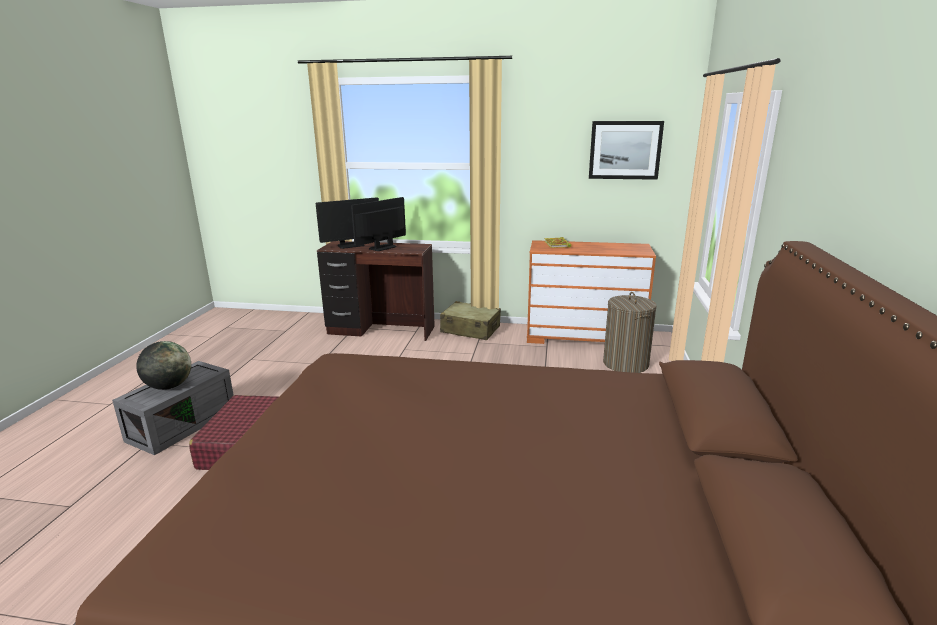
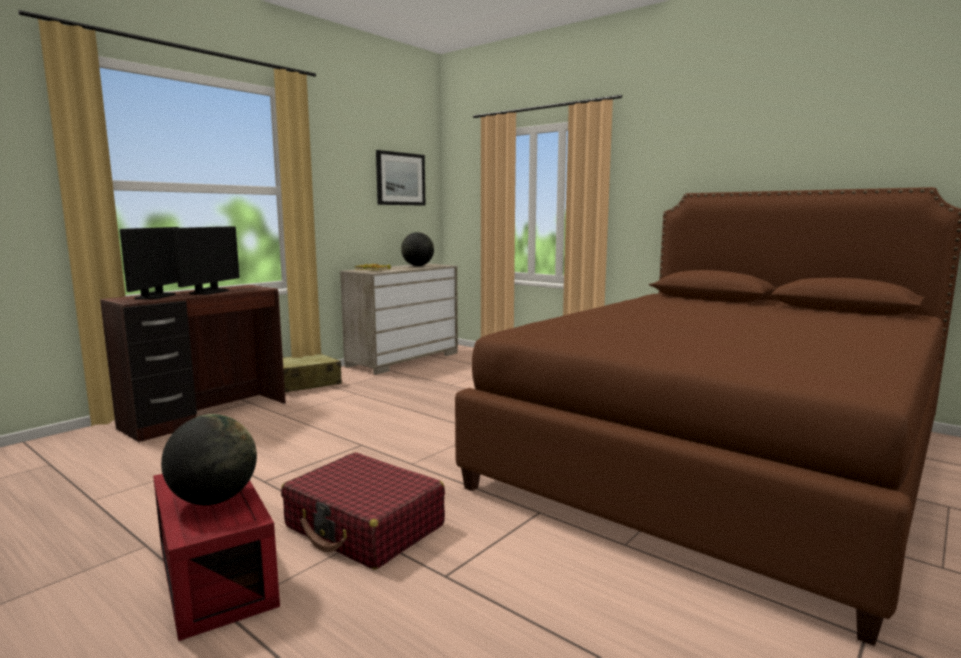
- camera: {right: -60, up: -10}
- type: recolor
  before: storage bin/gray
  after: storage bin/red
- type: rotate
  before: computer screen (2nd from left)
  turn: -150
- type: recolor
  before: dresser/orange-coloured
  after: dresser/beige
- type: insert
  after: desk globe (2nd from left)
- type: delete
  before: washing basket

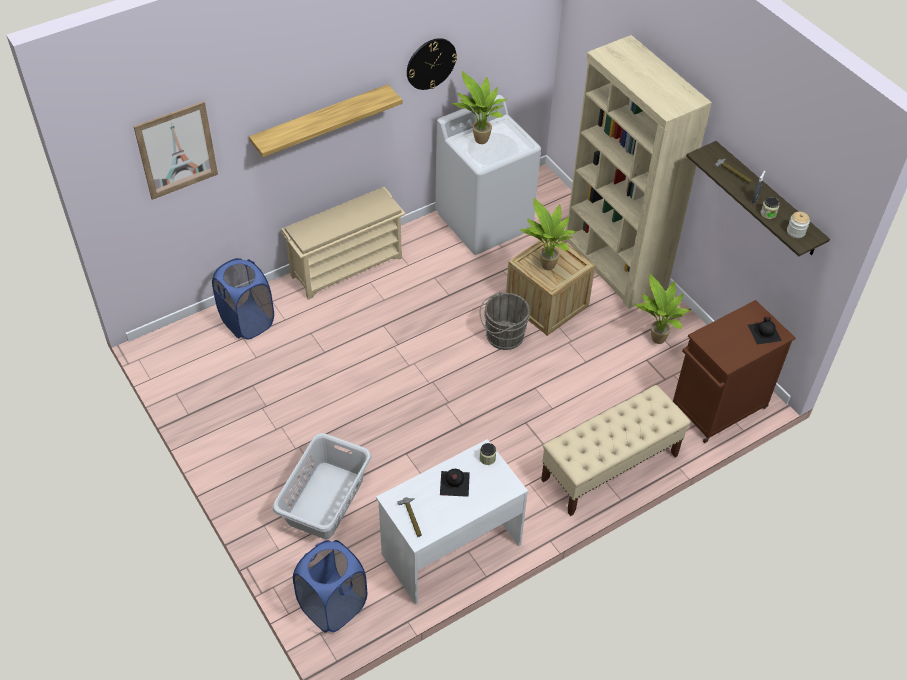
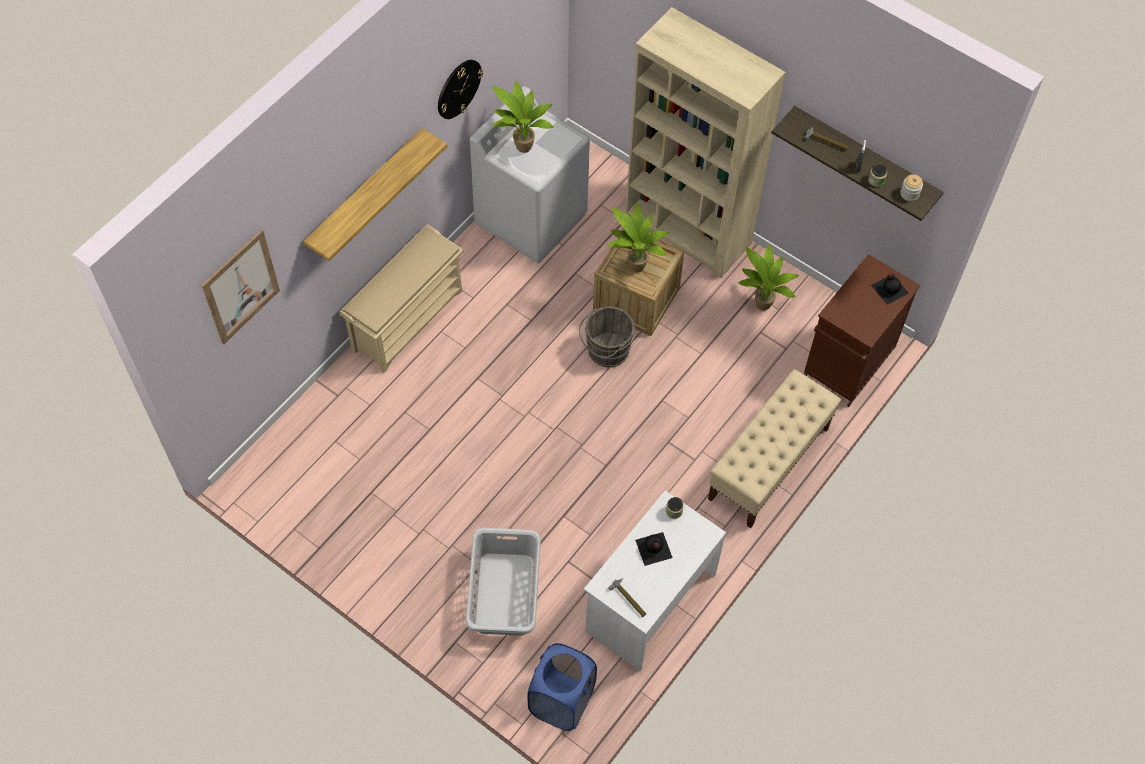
- camera: {right: -20, up: 10}
- type: delete
  before: washing basket/blue-coloured (1st from left)

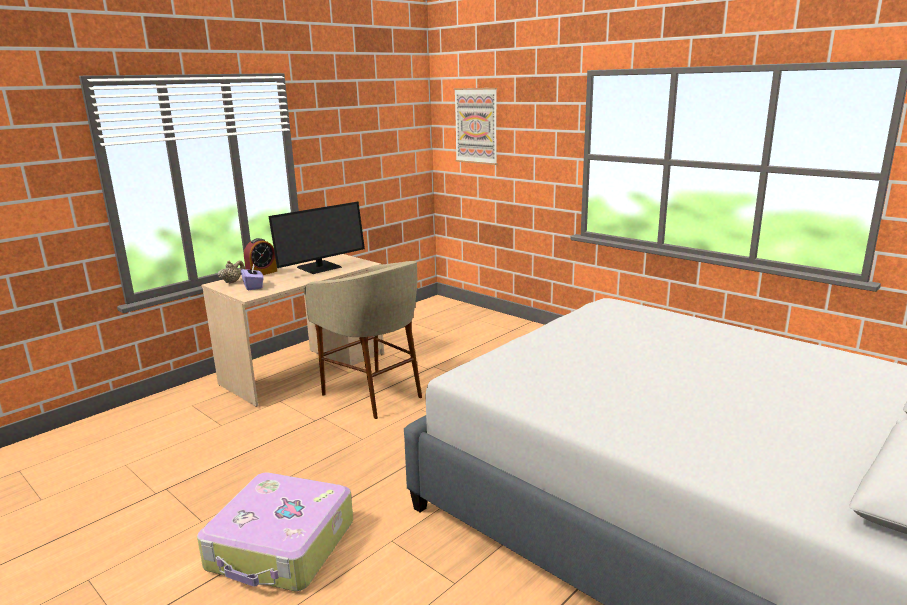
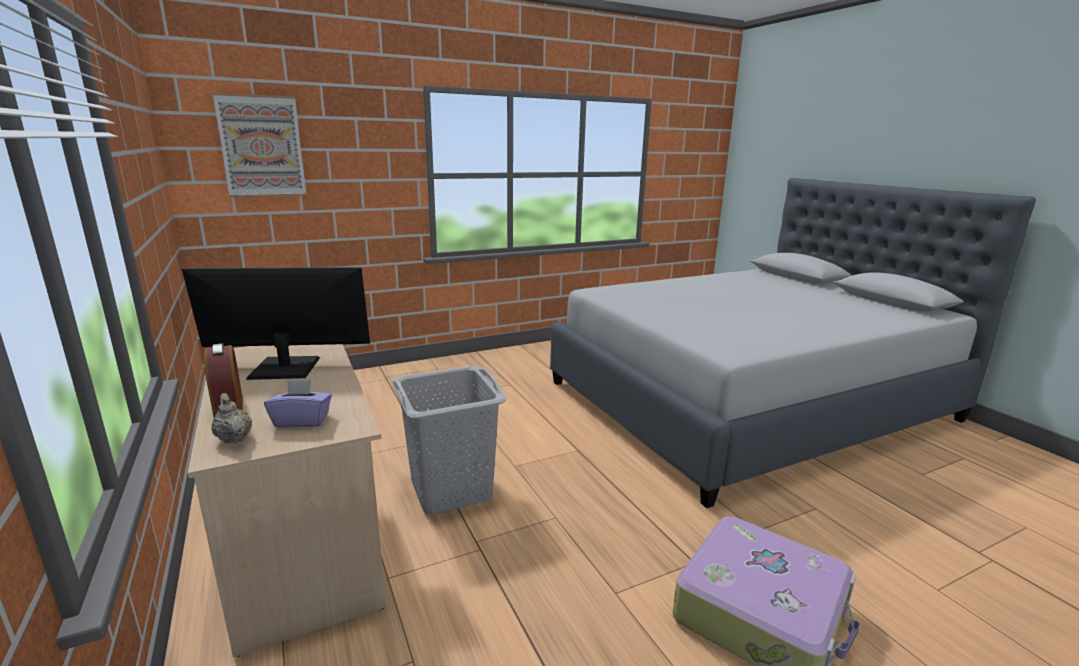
- camera: {right: -70, up: 0}
- type: rotate
  before: computer screen
  turn: -75
- type: replace
  before: stool/beige
  after: washing basket/gray

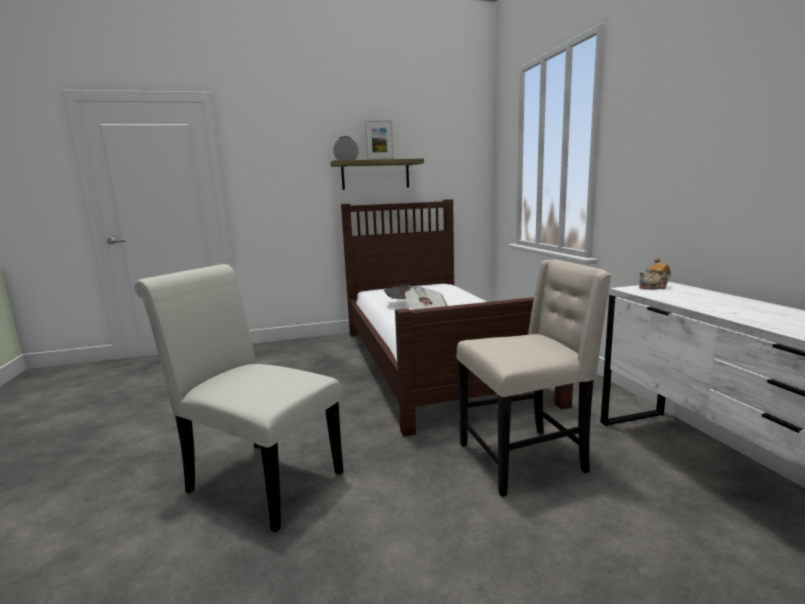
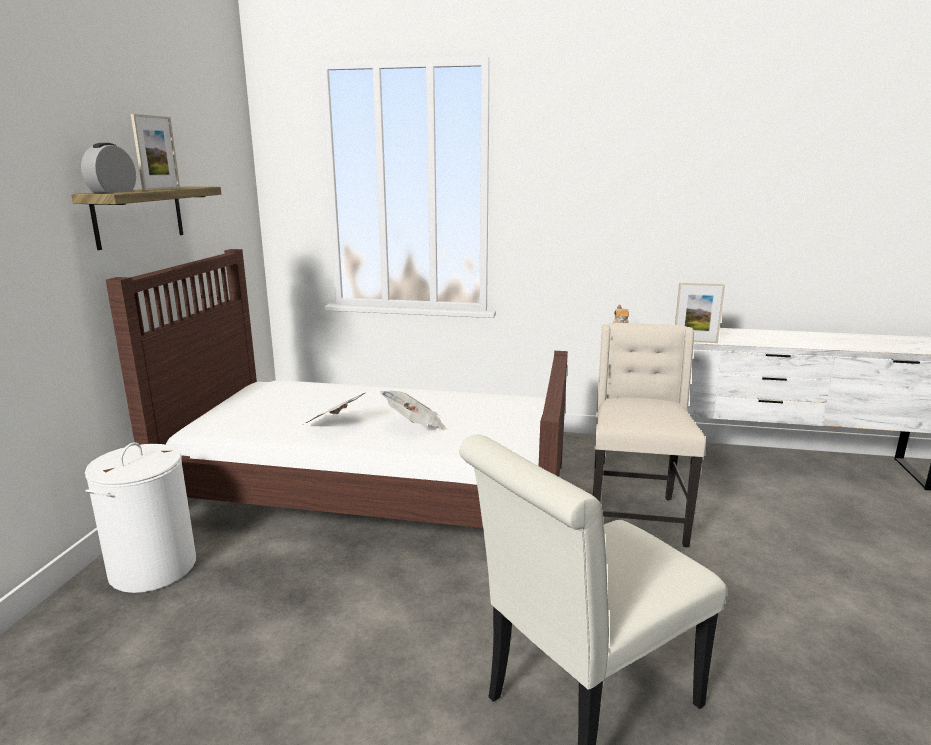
- camera: {right: -65, up: 5}
- type: insert
  after: washing basket/white
- type: insert
  after: standing frame (2nd from left)

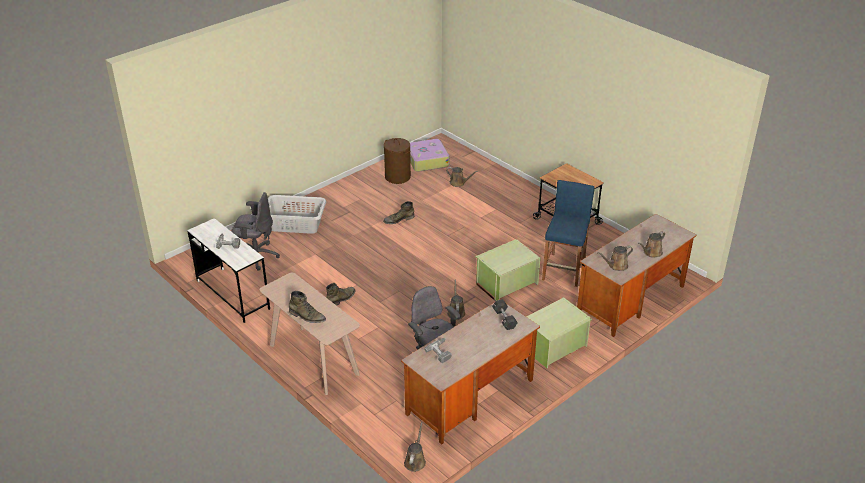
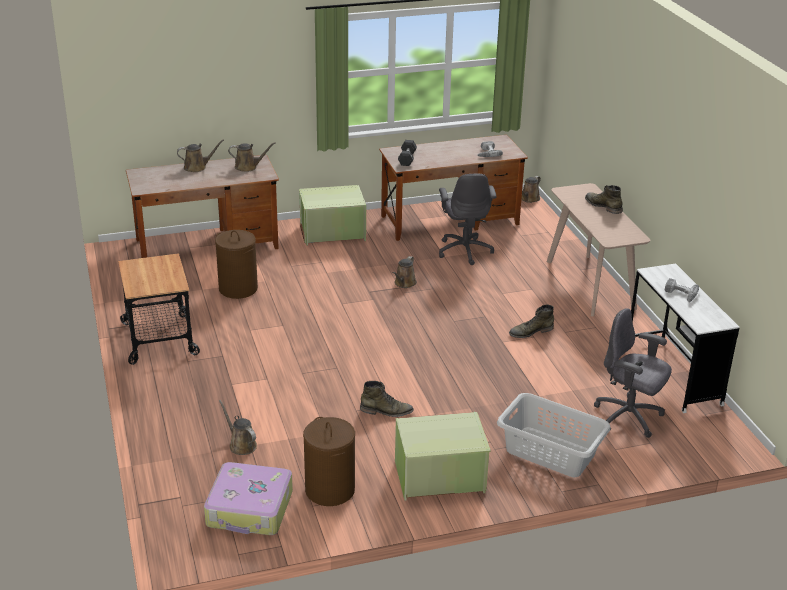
- camera: {right: -155, up: -5}
- type: replace
  before: stool/blue-coloured
  after: washing basket/brown-coloured (1st from left)
- type: move
  before: storage bin/green (1st from left in the first image)
  after: storage bin/green (2nd from left)

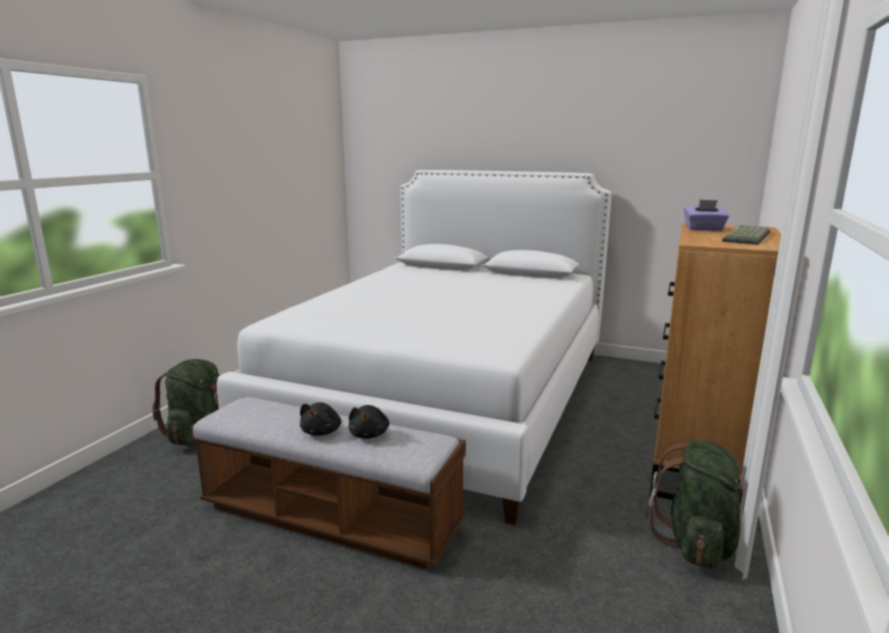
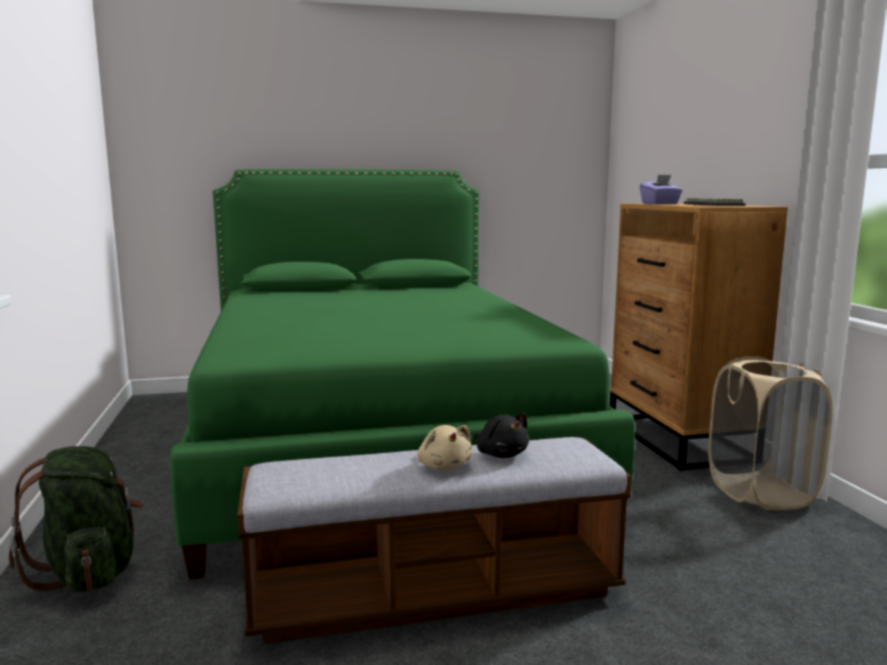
- camera: {right: -35, up: -5}
- type: recolor
  before: bedroom bed/white
  after: bedroom bed/green
- type: recolor
  before: cuddly toy/black (1st from left)
  after: cuddly toy/beige
- type: replace
  before: backpack/green (2nd from left)
  after: washing basket/beige

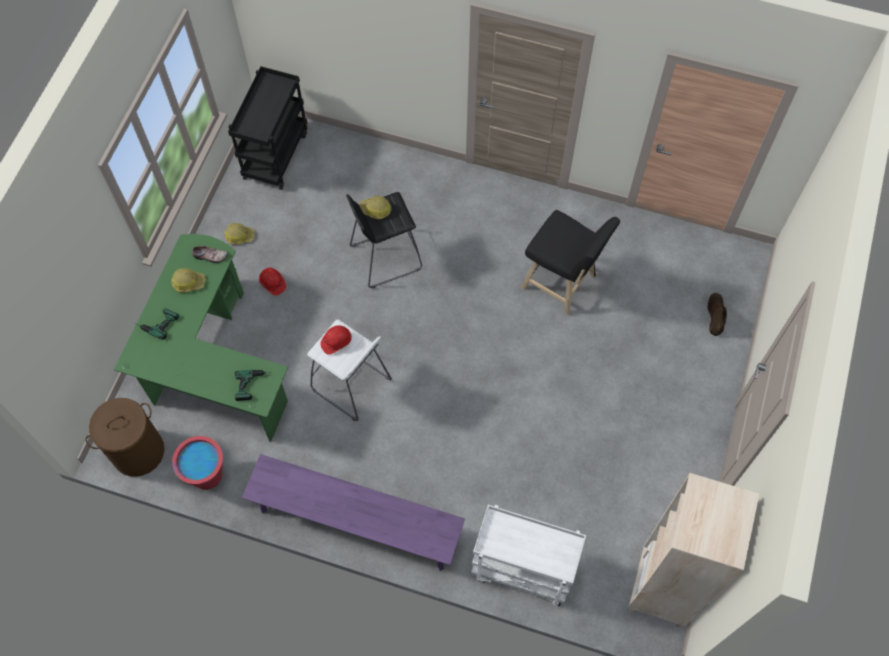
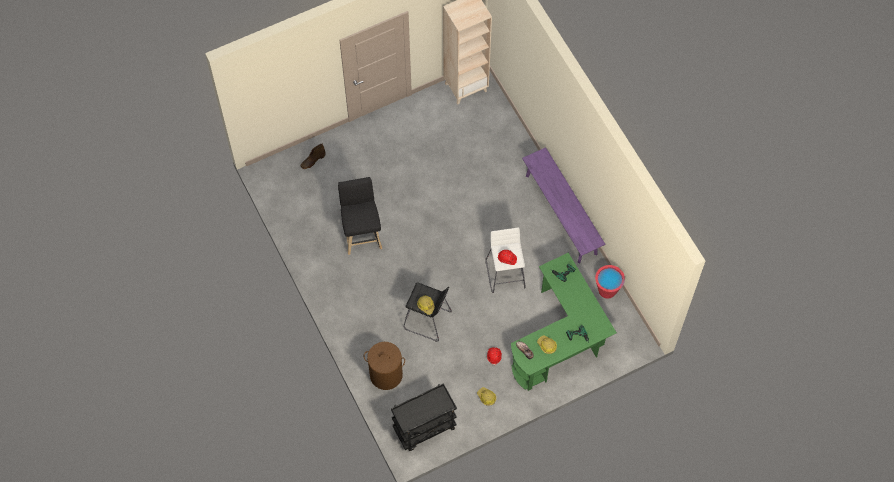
- camera: {right: -135, up: 0}
- type: move
  before: washing basket/brown-coloured
- type: delete
  before: trolley/white

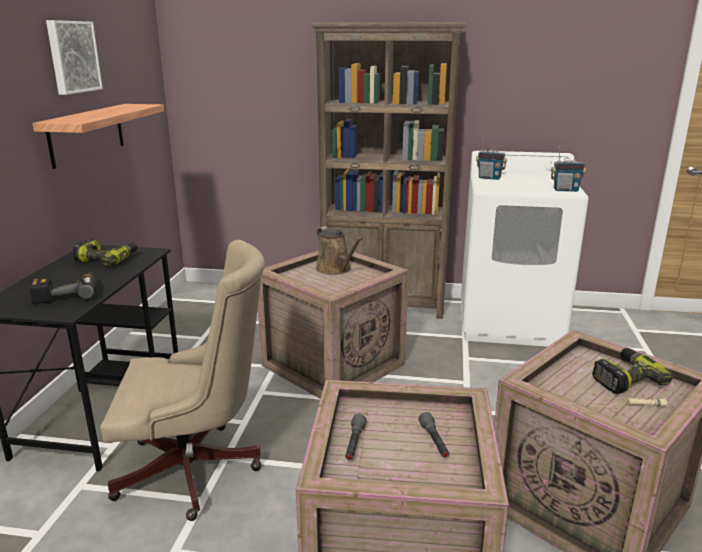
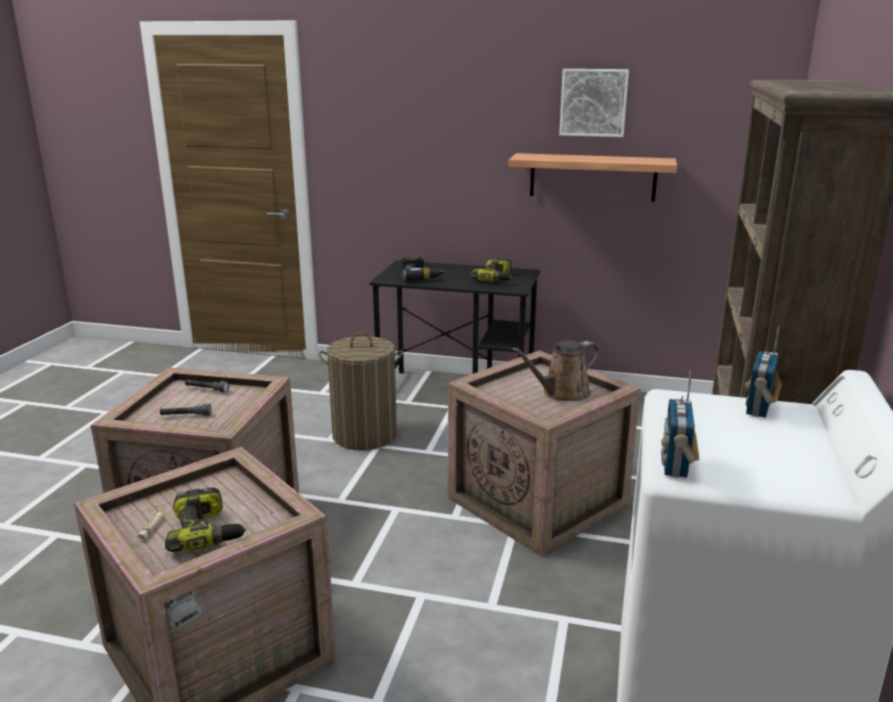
- camera: {right: 95, up: 0}
- type: replace
  before: computer chair/beige
  after: washing basket

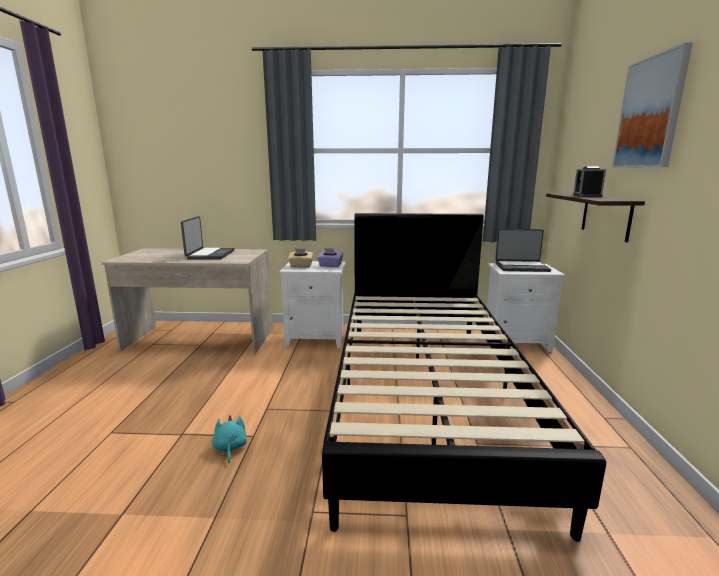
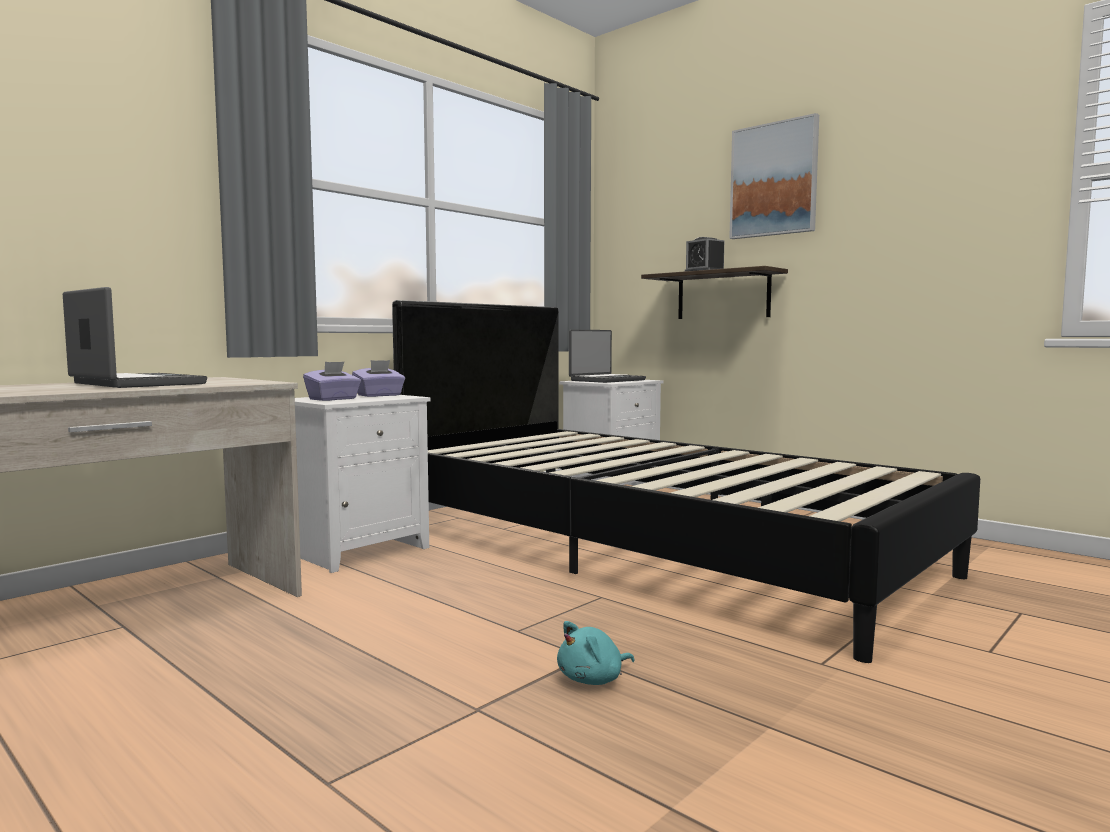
- camera: {right: -50, up: -10}
- type: recolor
  before: tissue box/beige
  after: tissue box/purple-coloured (1st from left)
- type: rotate
  before: cuddly toy/turquoise
  turn: -60

